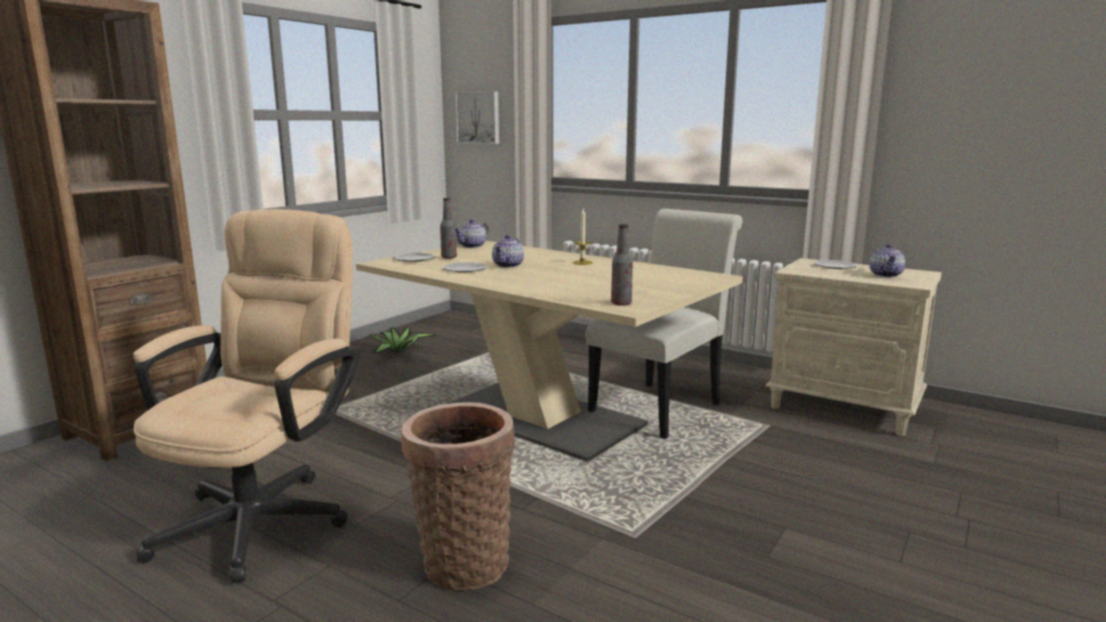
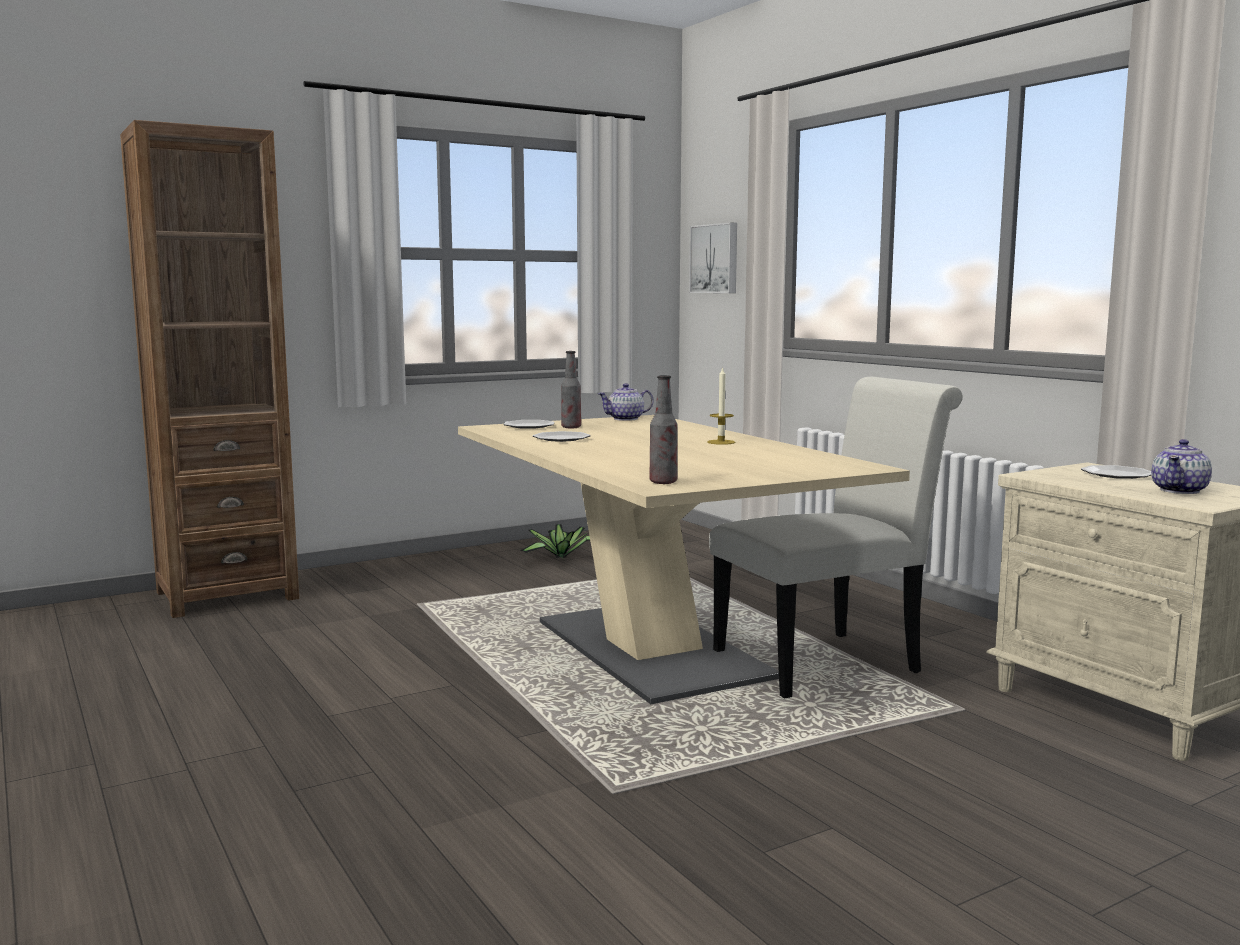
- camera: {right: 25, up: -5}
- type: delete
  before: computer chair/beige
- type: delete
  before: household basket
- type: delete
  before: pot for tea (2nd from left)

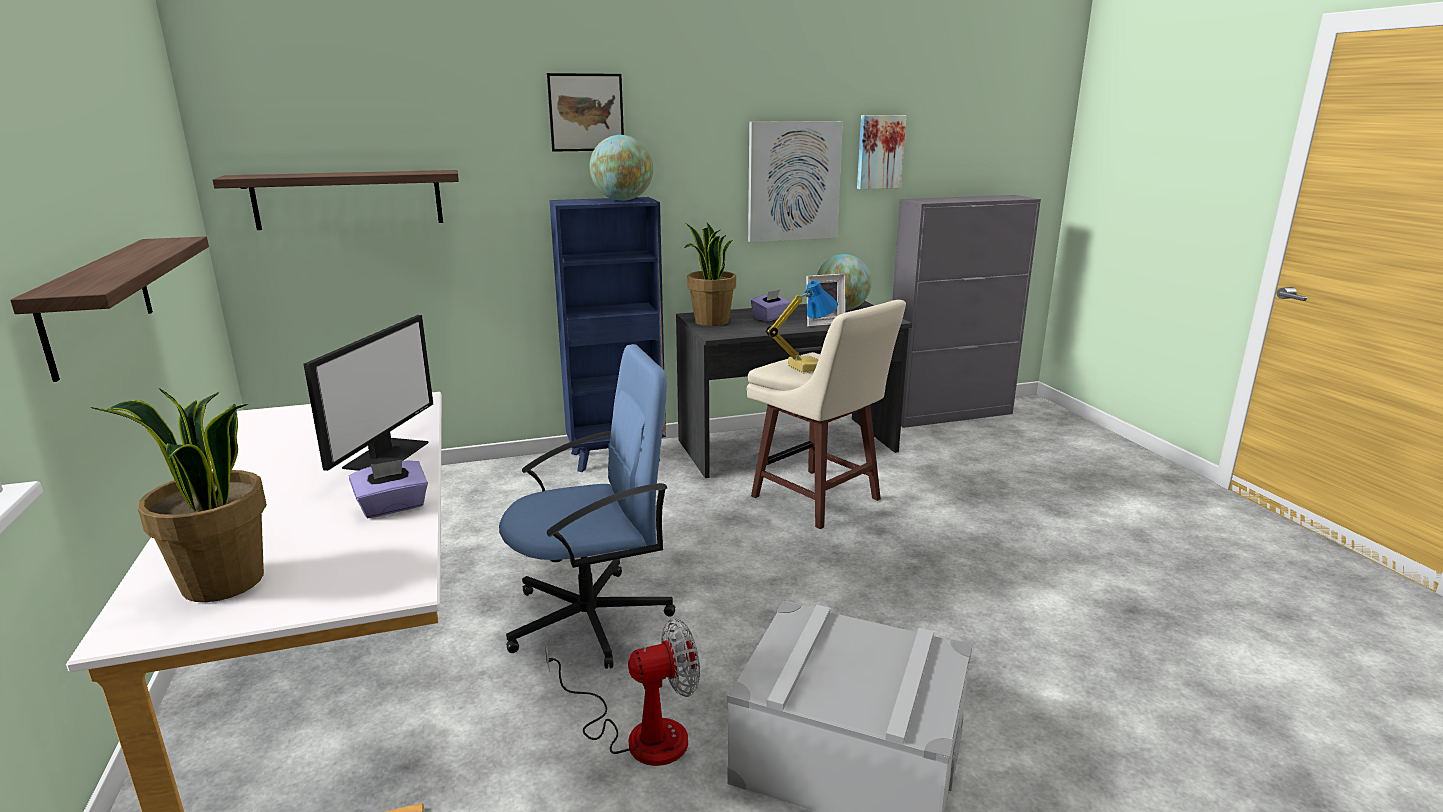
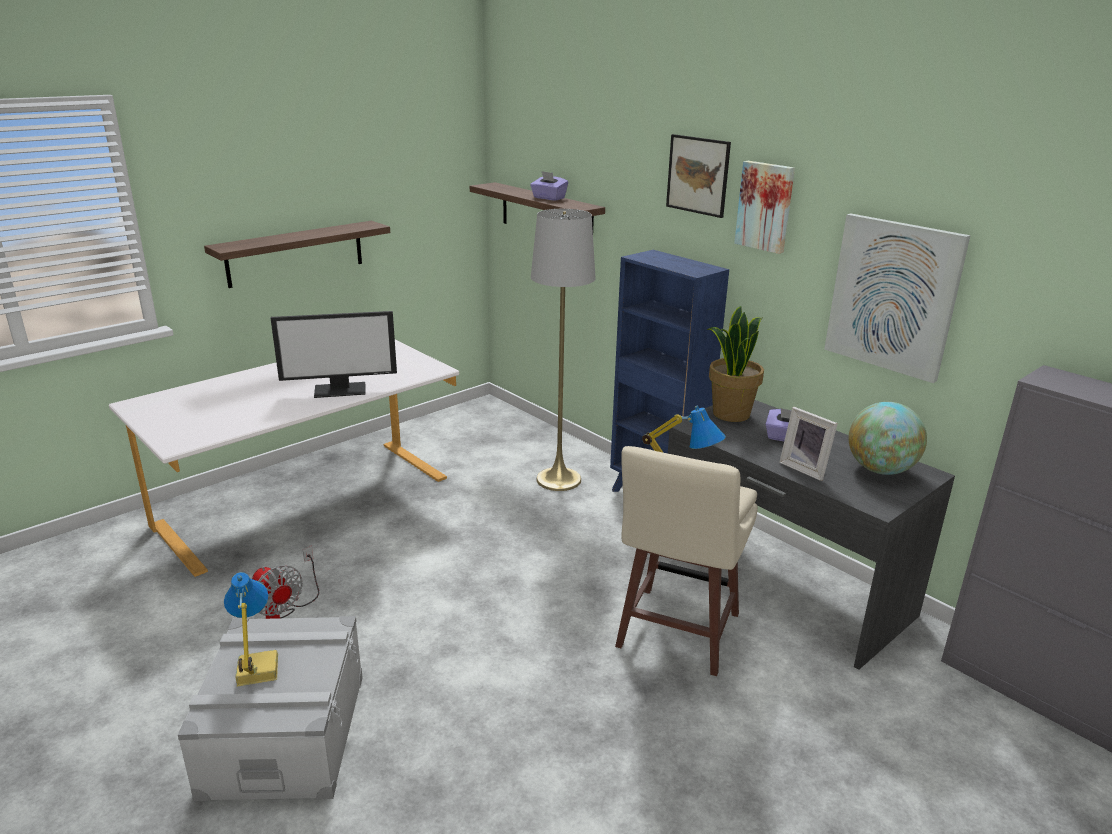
- camera: {right: 65, up: 5}
- type: insert
  after: lamp for a table (1st from left)
- type: move
  before: tissue box/purple-coloured (1st from left)
- type: insert
  after: standard lamp/gray
- type: move
  before: picture (3rd from left in the first image)
  after: picture (2nd from left)
- type: delete
  before: houseplant (1st from left)
- type: delete
  before: computer chair/blue-coloured
- type: delete
  before: desk globe (1st from left)

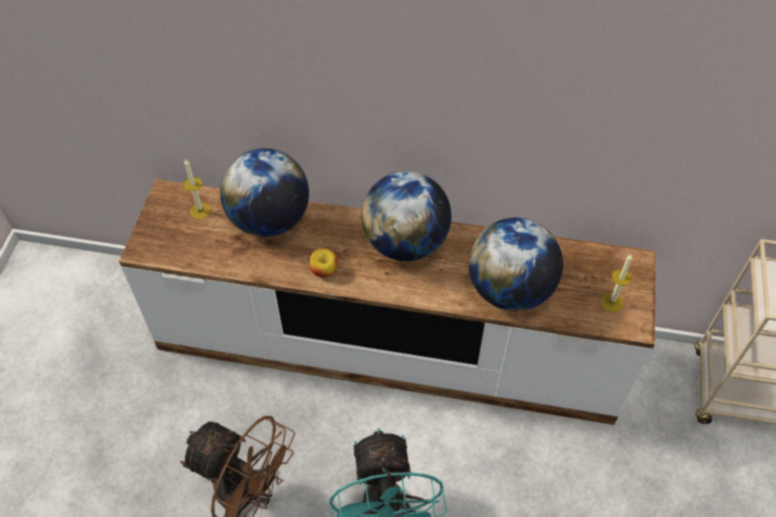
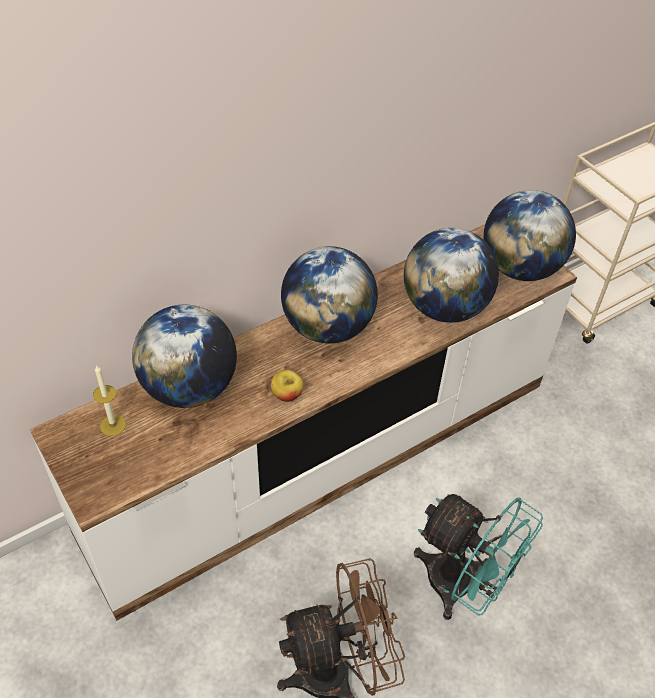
- camera: {right: -45, up: -5}
- type: replace
  before: candle (2nd from left)
  after: desk globe (4th from left)

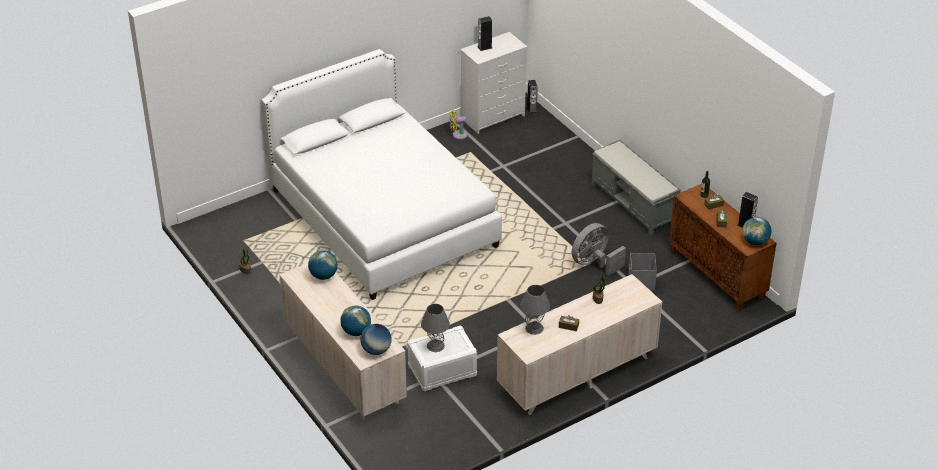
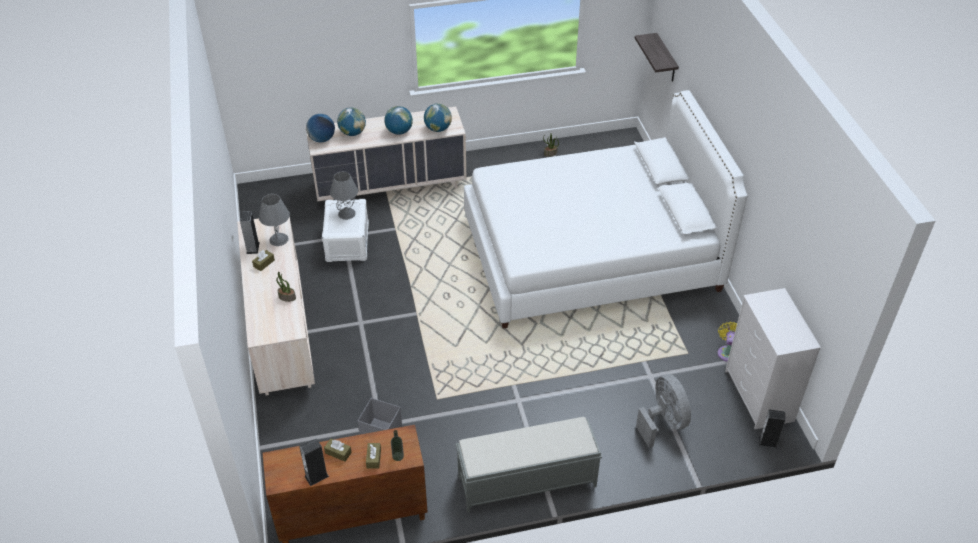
- camera: {right: 110, up: 5}
- type: move
  before: loudspeaker (1st from left)
- type: move
  before: desk globe (4th from left in the first image)
  after: desk globe (3rd from left)
- type: insert
  after: shelf
- type: move
  before: cooling fan/gray

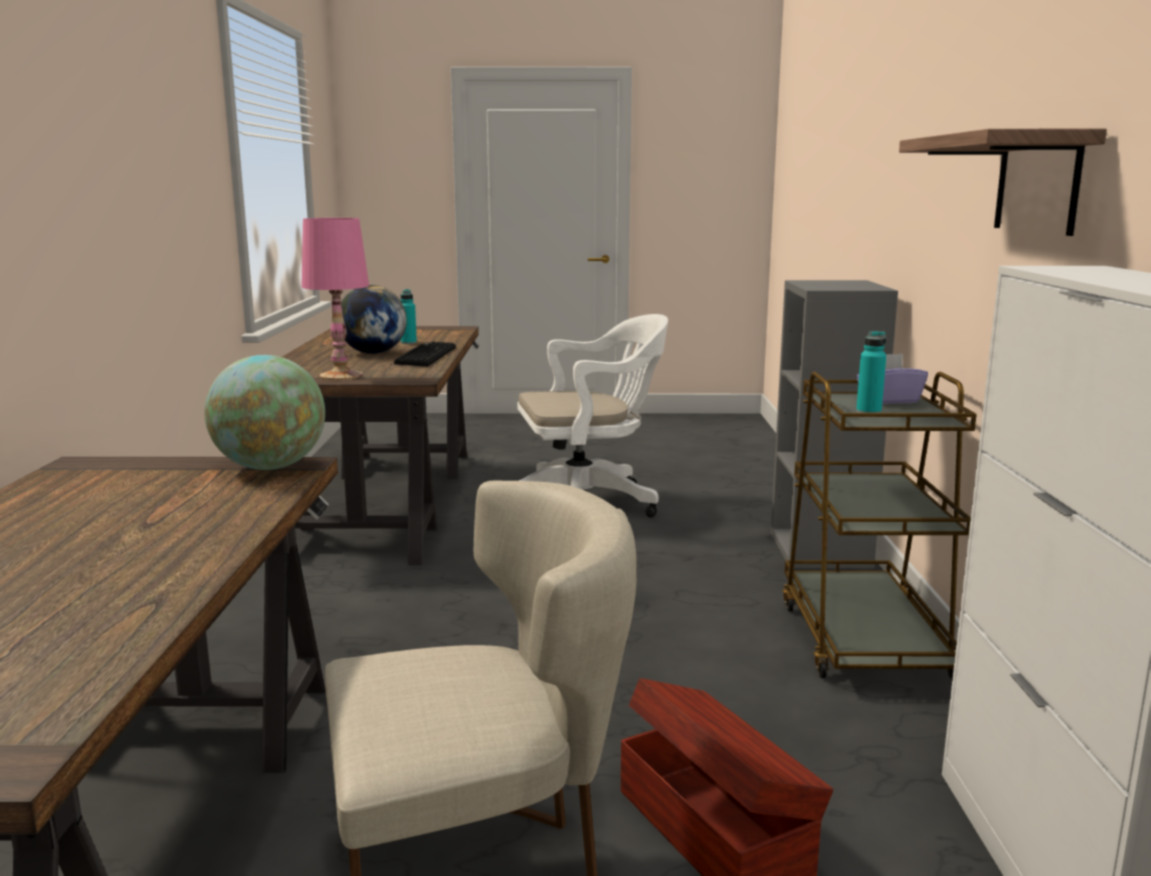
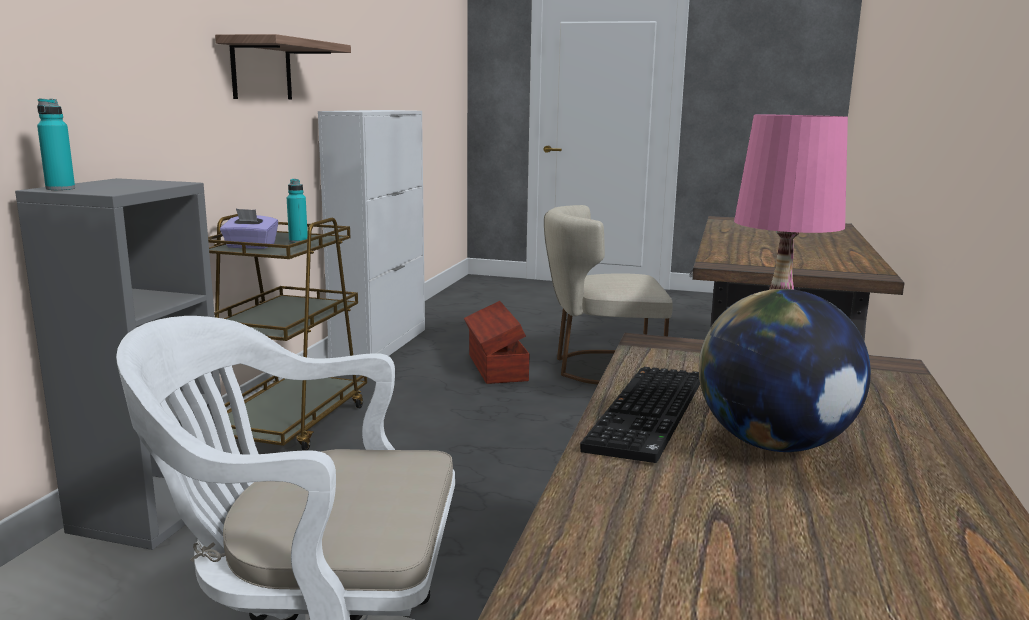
- camera: {right: -165, up: 0}
- type: move
  before: bottle/turquoise (1st from left)
- type: delete
  before: desk globe (1st from left)

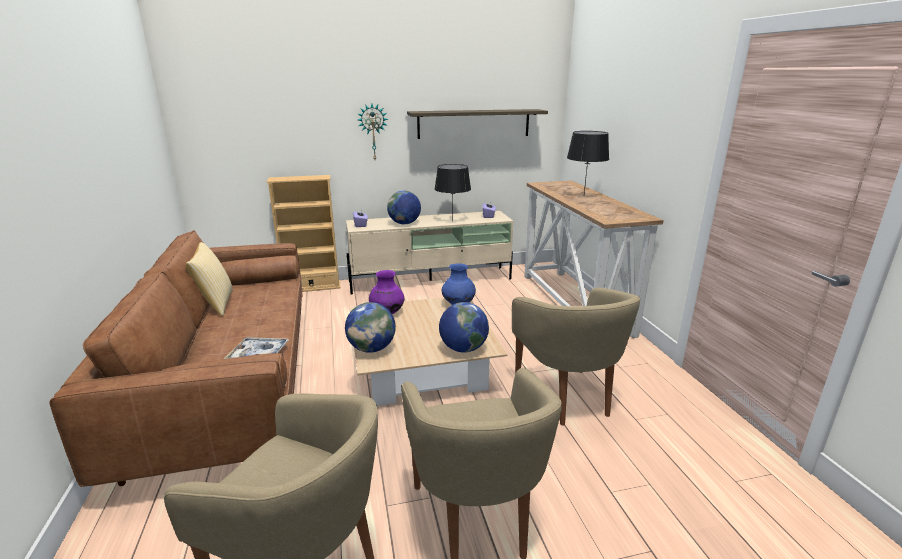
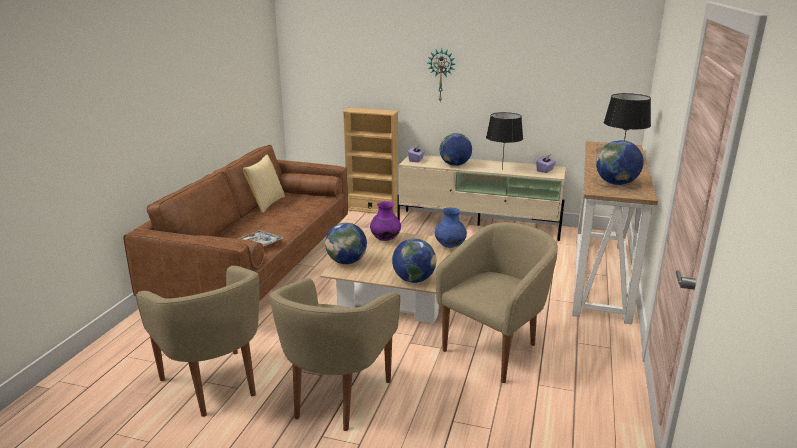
- camera: {right: 30, up: 0}
- type: rotate
  before: armchair/beige (3rd from left)
  turn: -150
- type: insert
  after: desk globe (4th from left)
- type: delete
  before: shelf

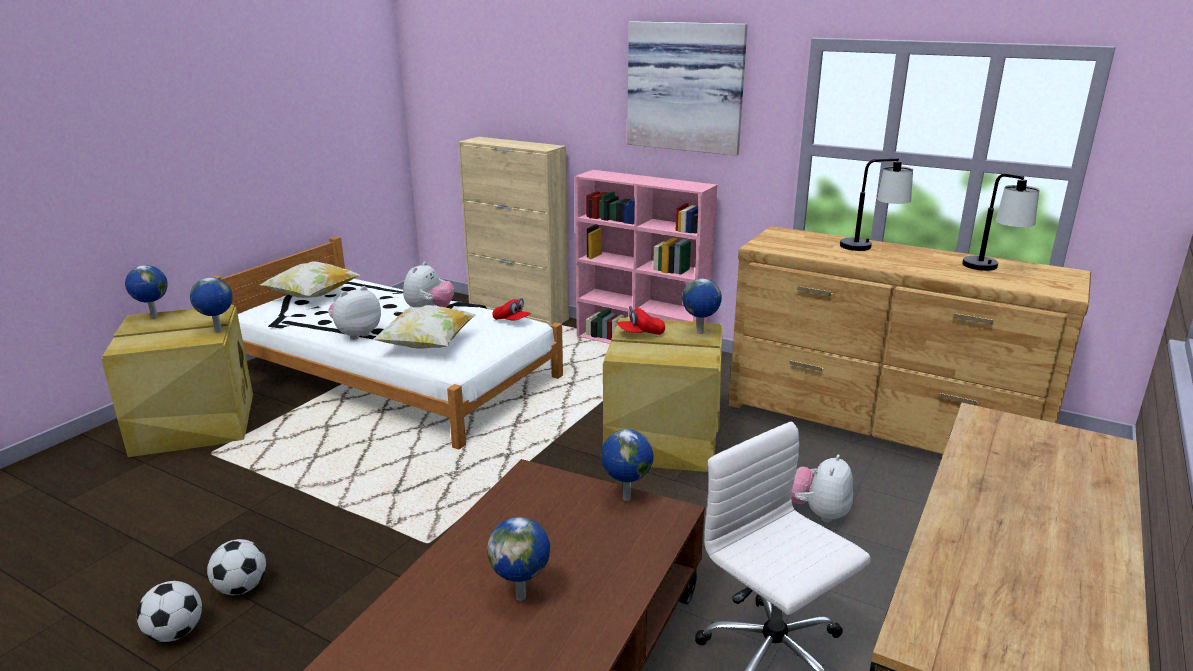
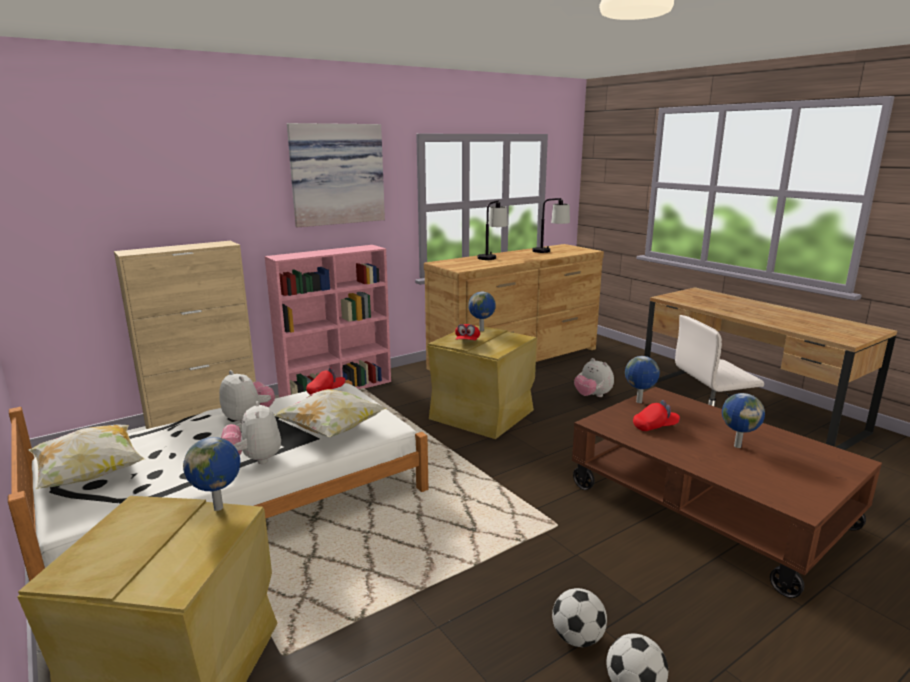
- camera: {right: -65, up: -5}
- type: insert
  after: peaked cap/red (3rd from left)
- type: delete
  before: desk globe (1st from left)

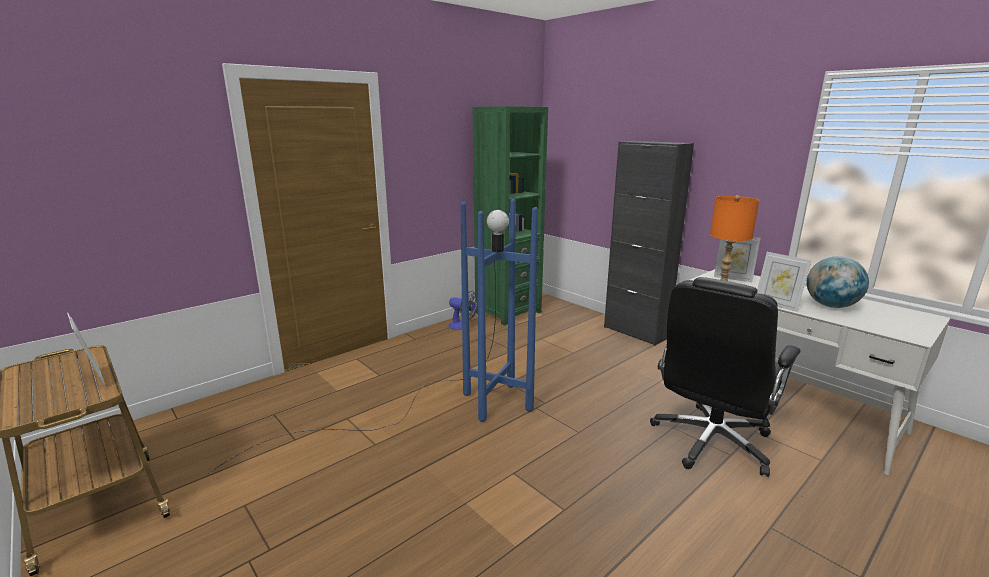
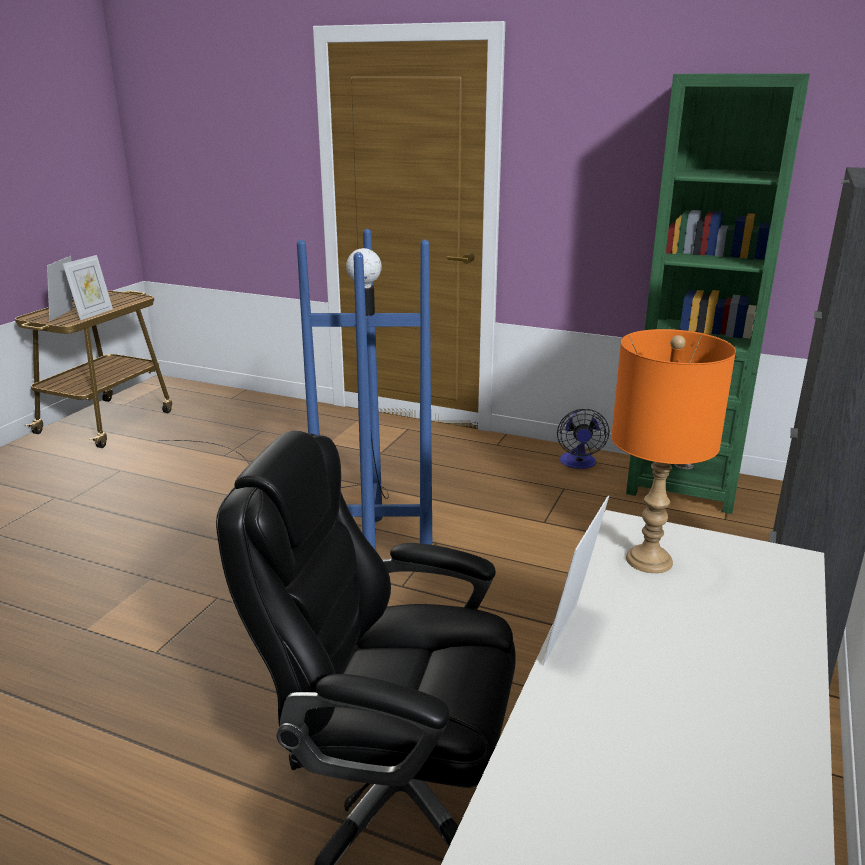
- camera: {right: 65, up: 5}
- type: move
  before: standing frame (2nd from left in the first image)
  after: standing frame (1st from left)
- type: delete
  before: desk globe

